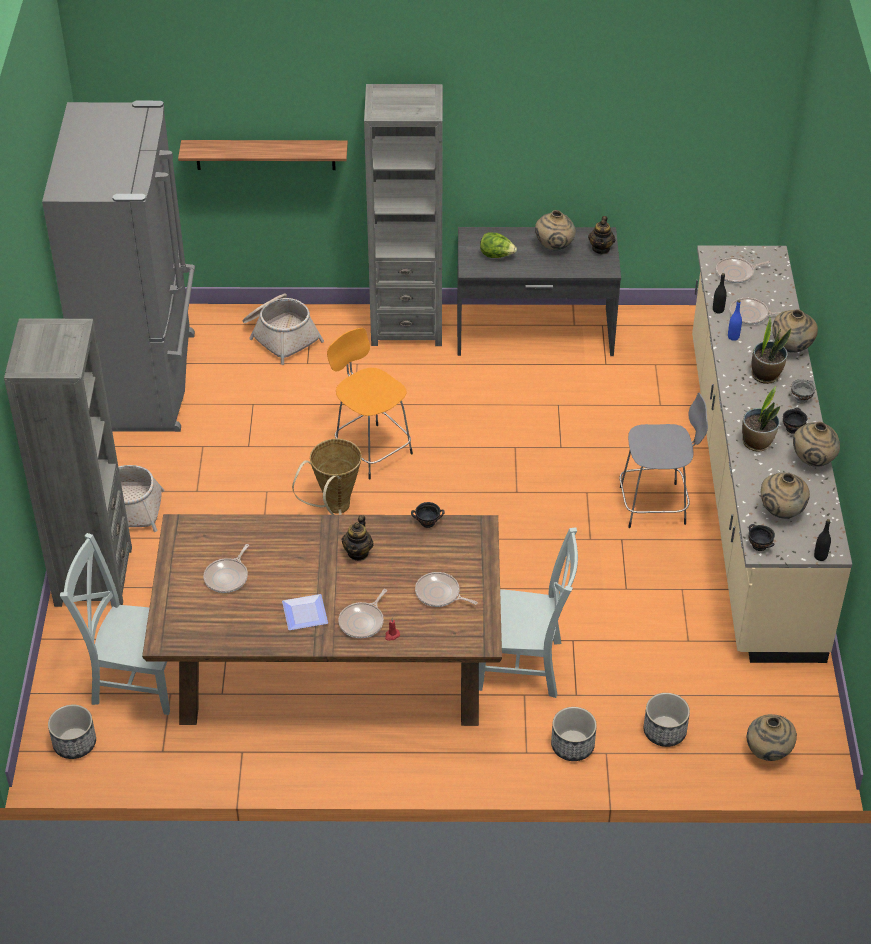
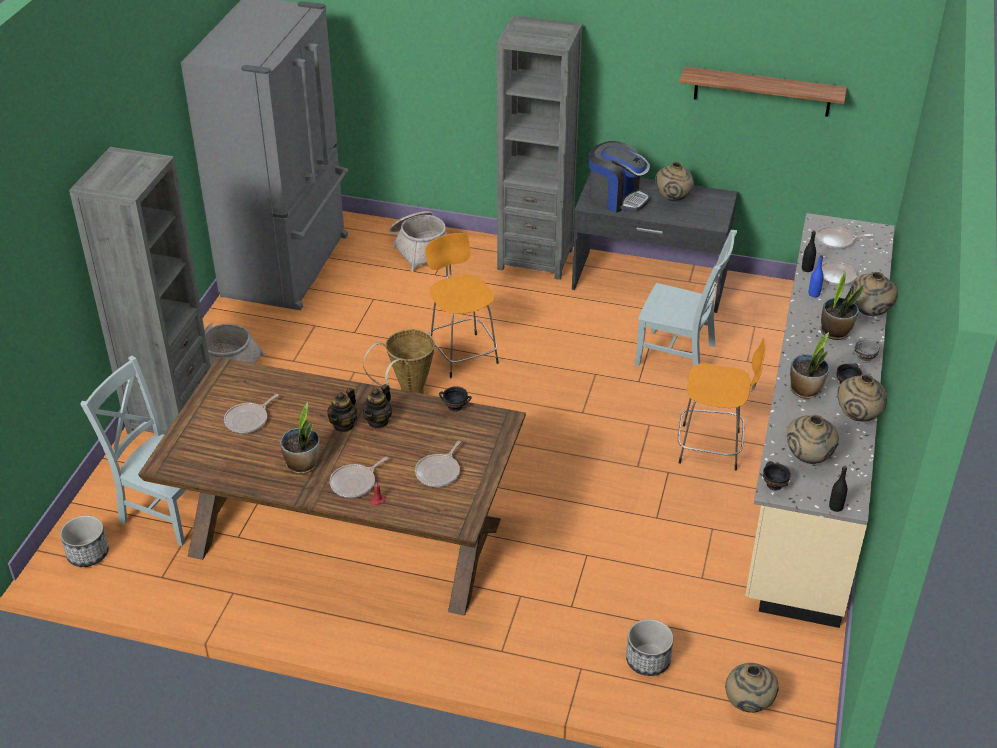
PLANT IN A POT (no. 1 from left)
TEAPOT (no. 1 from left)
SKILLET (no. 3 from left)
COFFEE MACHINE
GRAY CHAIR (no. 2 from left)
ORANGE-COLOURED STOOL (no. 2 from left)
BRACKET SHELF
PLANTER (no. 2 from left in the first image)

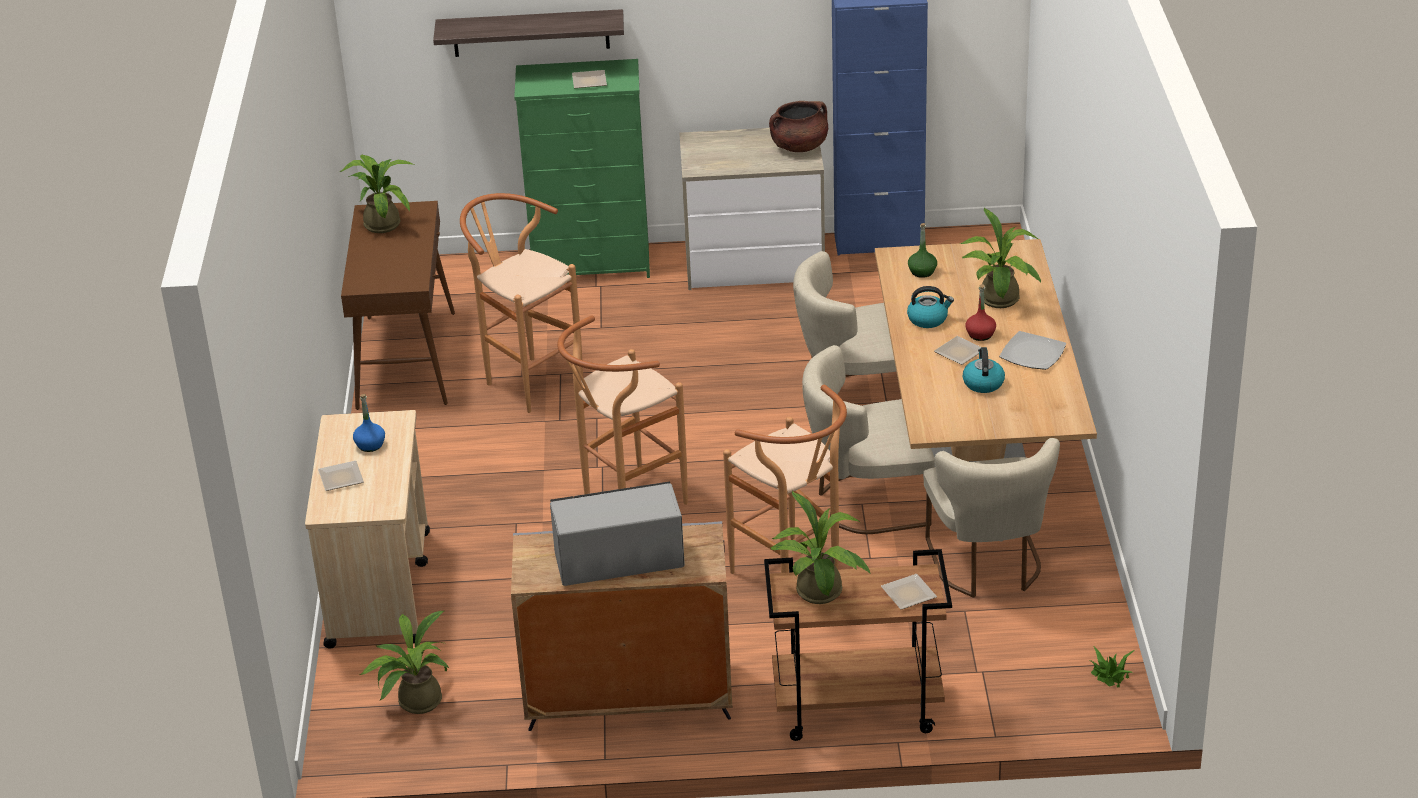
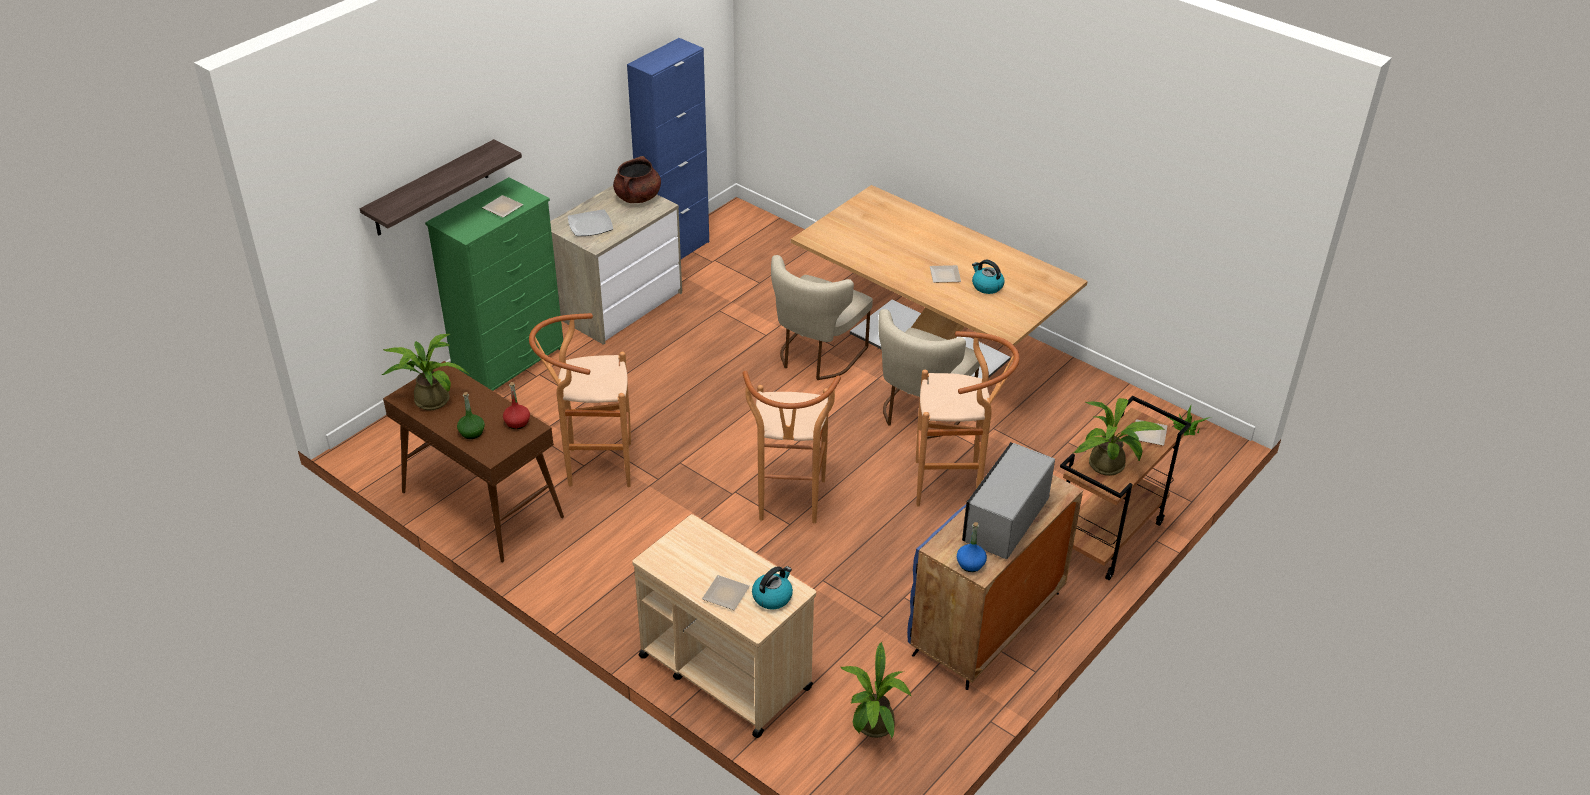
GREEN DRINK BOTTLE
RED-COLOURED DRINK BOTTLE
FLAT DISH (no. 2 from left)
TEA KETTLE (no. 1 from left)
BLUE-COLOURED STORAGE CABINET (no. 2 from left)
BLUE-COLOURED DRINK BOTTLE
BEIGE-COLOURED CHAIR (no. 3 from left in the first image)
PLANT IN A POT (no. 4 from left in the first image)

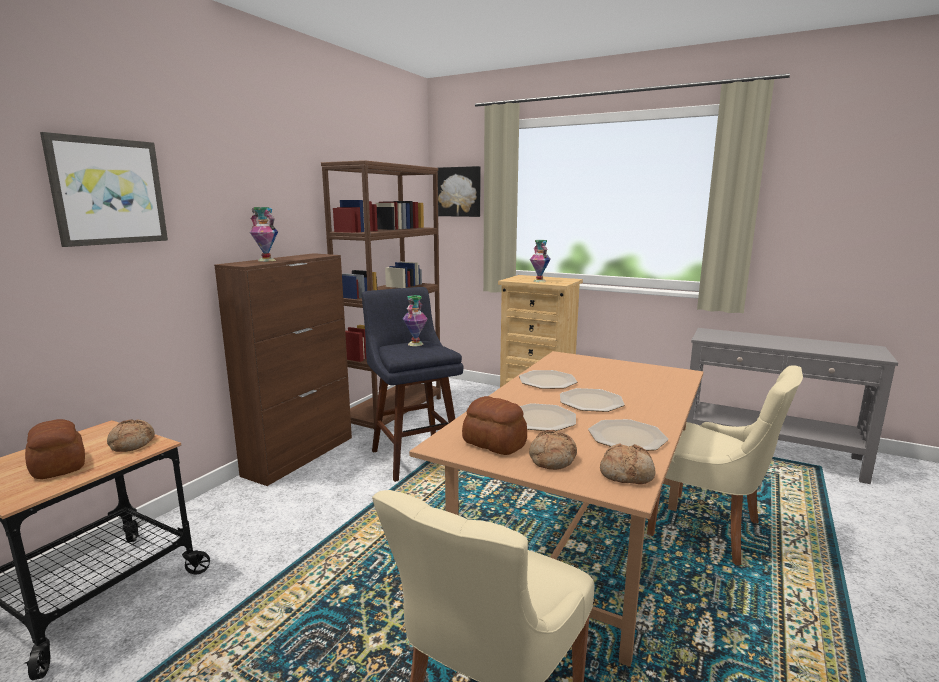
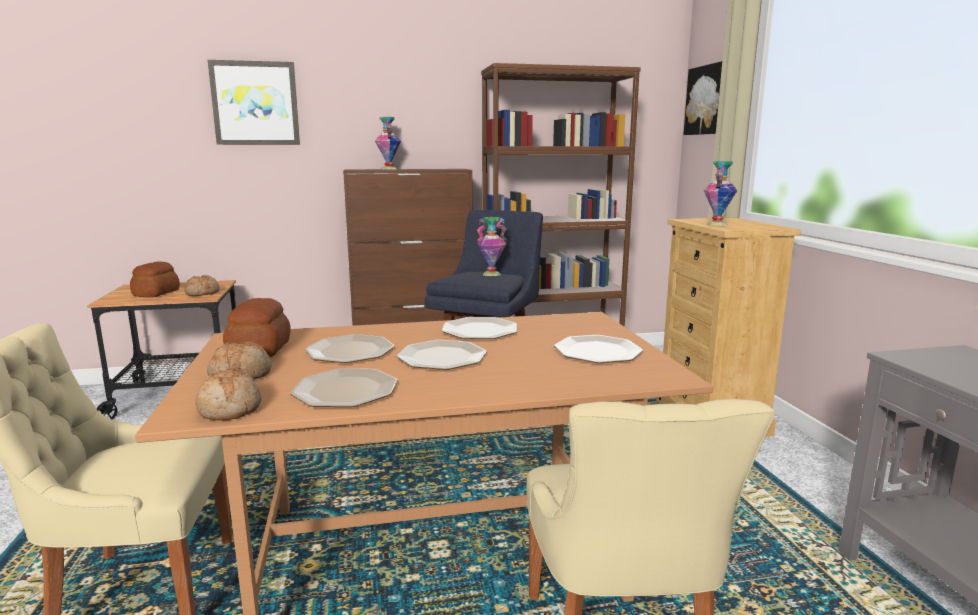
FLAT DISH (no. 5 from left)

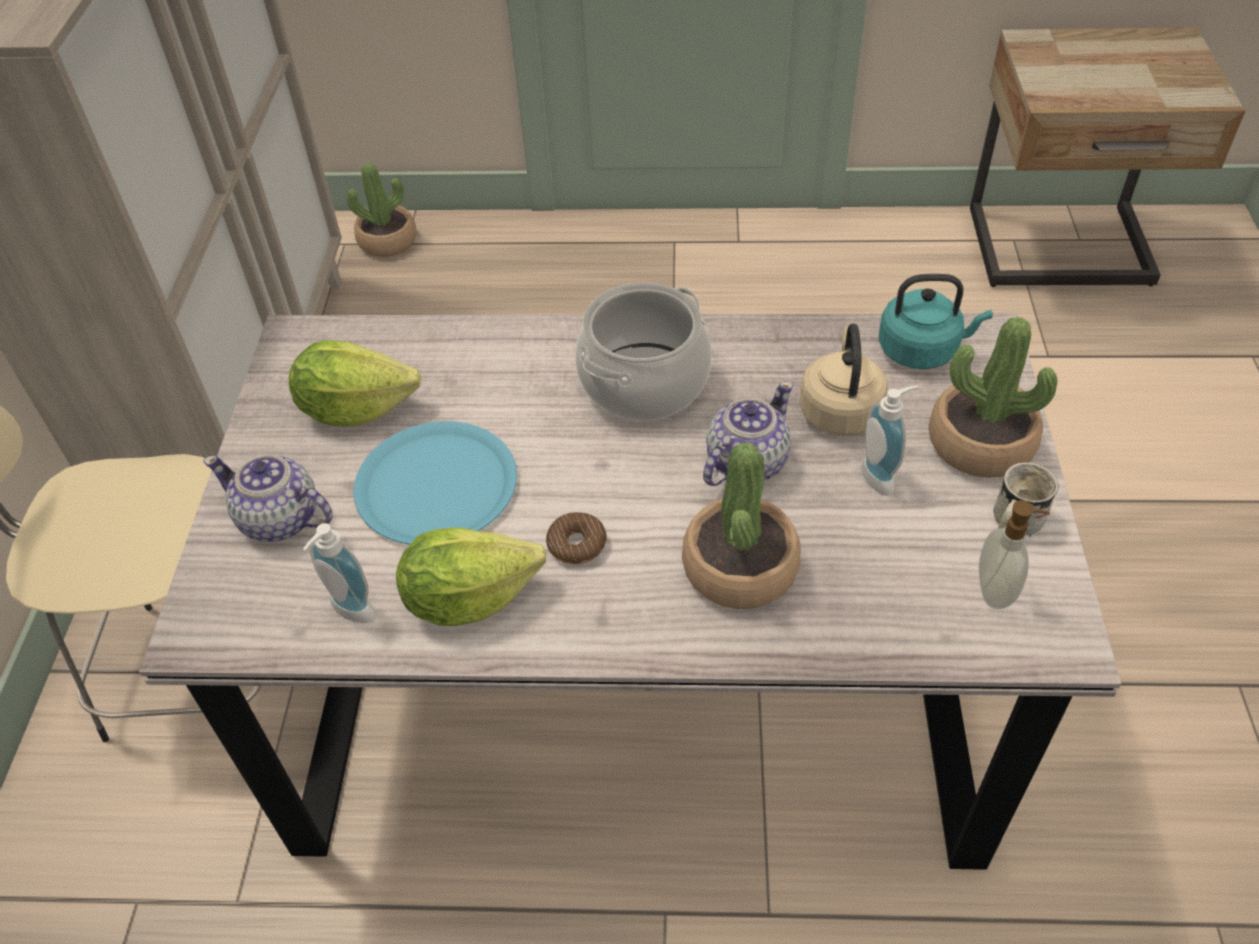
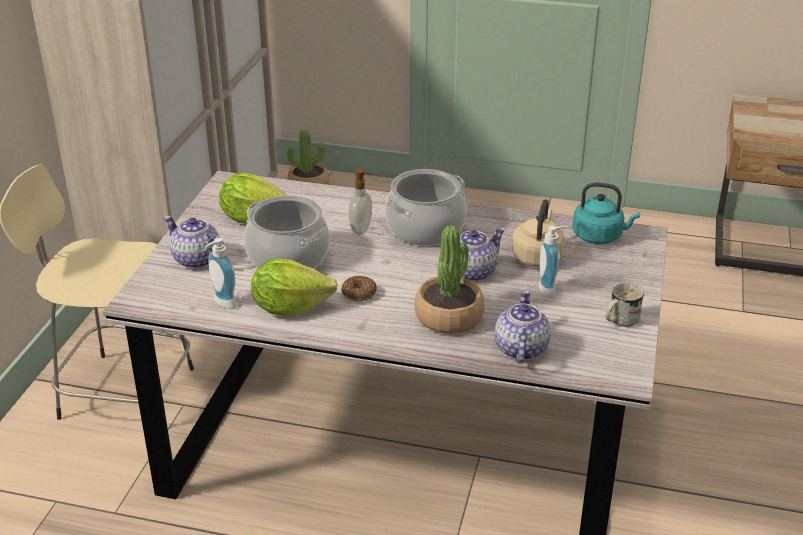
COOKING POT (no. 1 from left)
SOAP BOTTLE (no. 2 from left)
TEAPOT (no. 3 from left)
PLANT IN A POT (no. 3 from left in the first image)

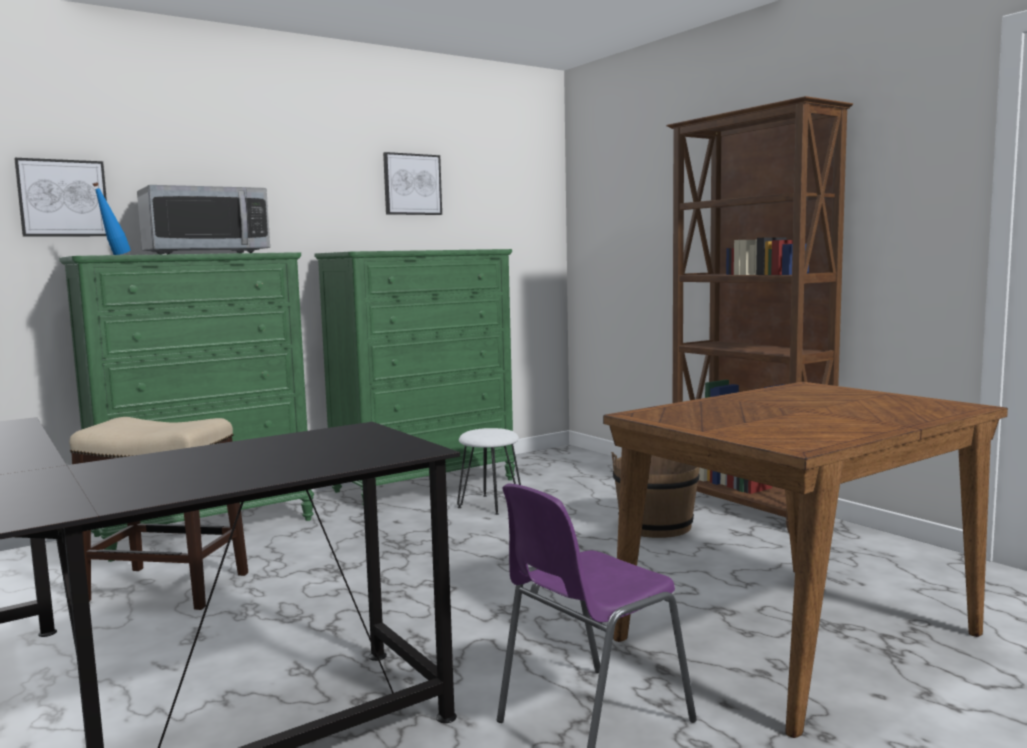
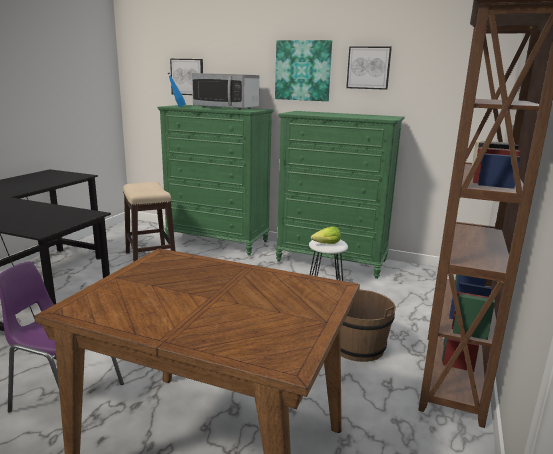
PICTURE (no. 2 from left)
LETTUCE

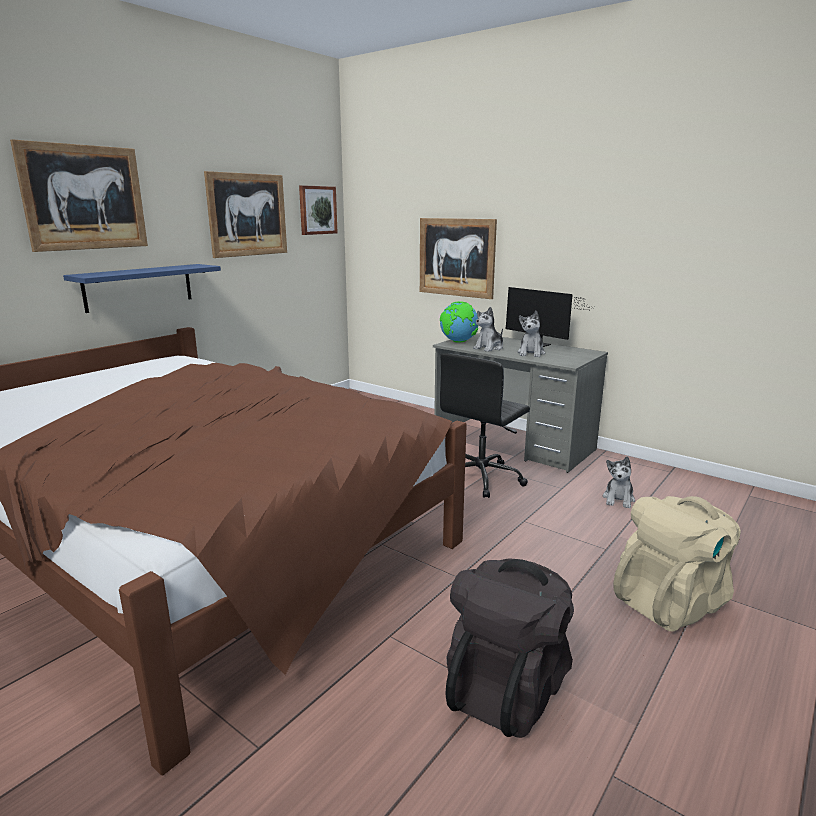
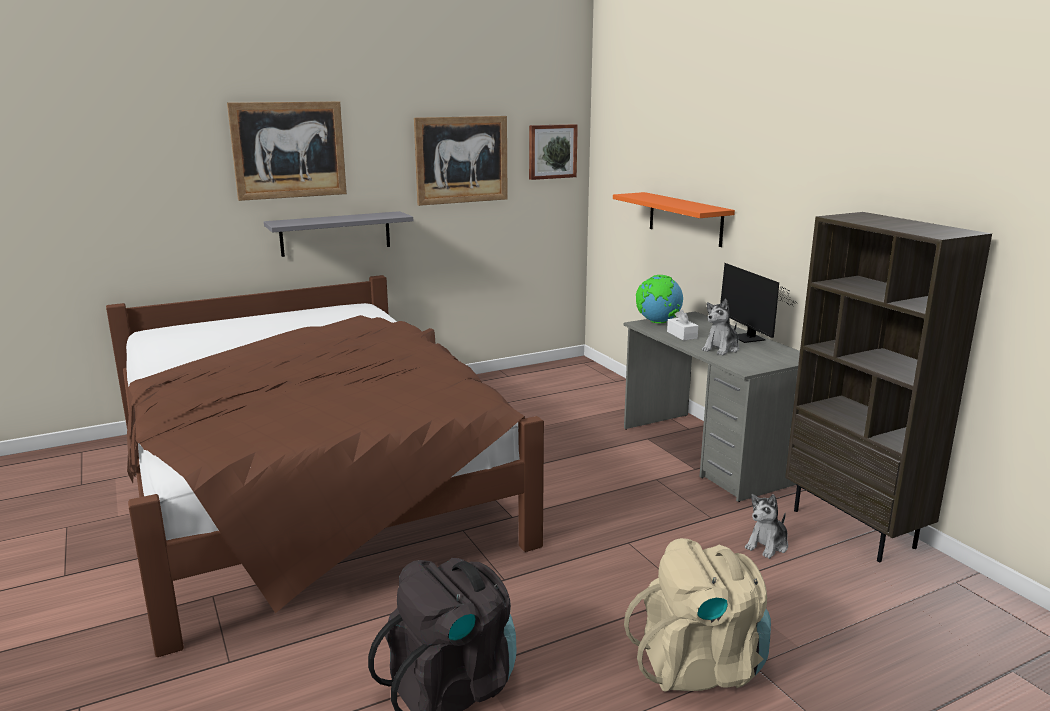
GRAY BRACKET SHELF
ORANGE-COLOURED BRACKET SHELF
WHITE-COLOURED TISSUE HOLDER
BROWN BOOKCASE
BLACK COMPUTER CHAIR

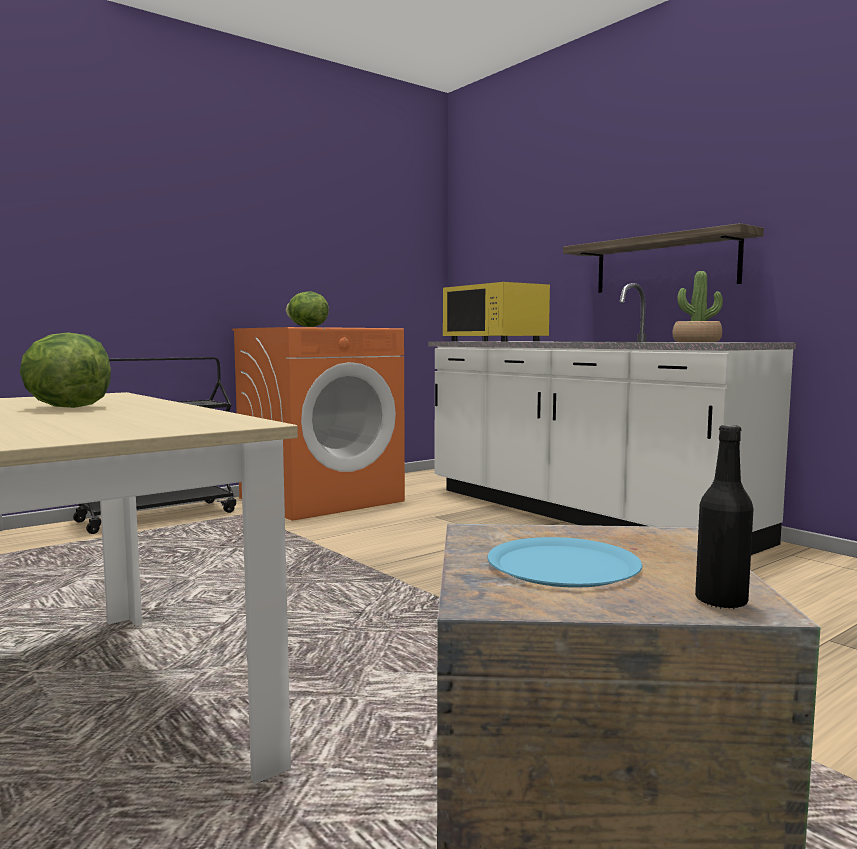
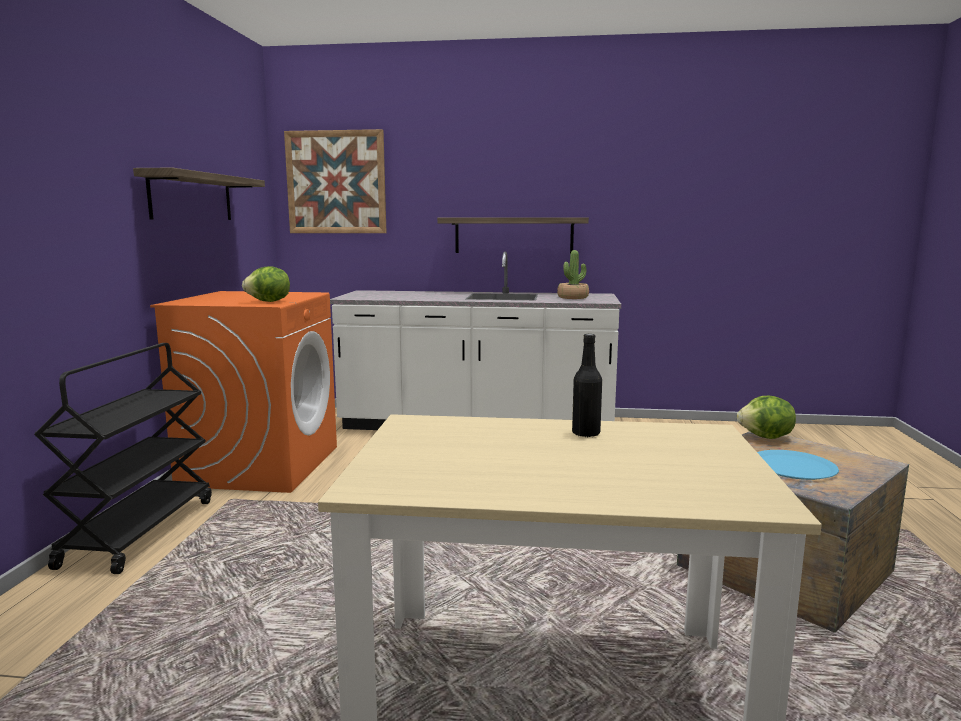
BRACKET SHELF (no. 1 from left)
PICTURE
BLACK DRINK BOTTLE
LETTUCE (no. 2 from left)
YELLOWISH MICROWAVE OVEN

